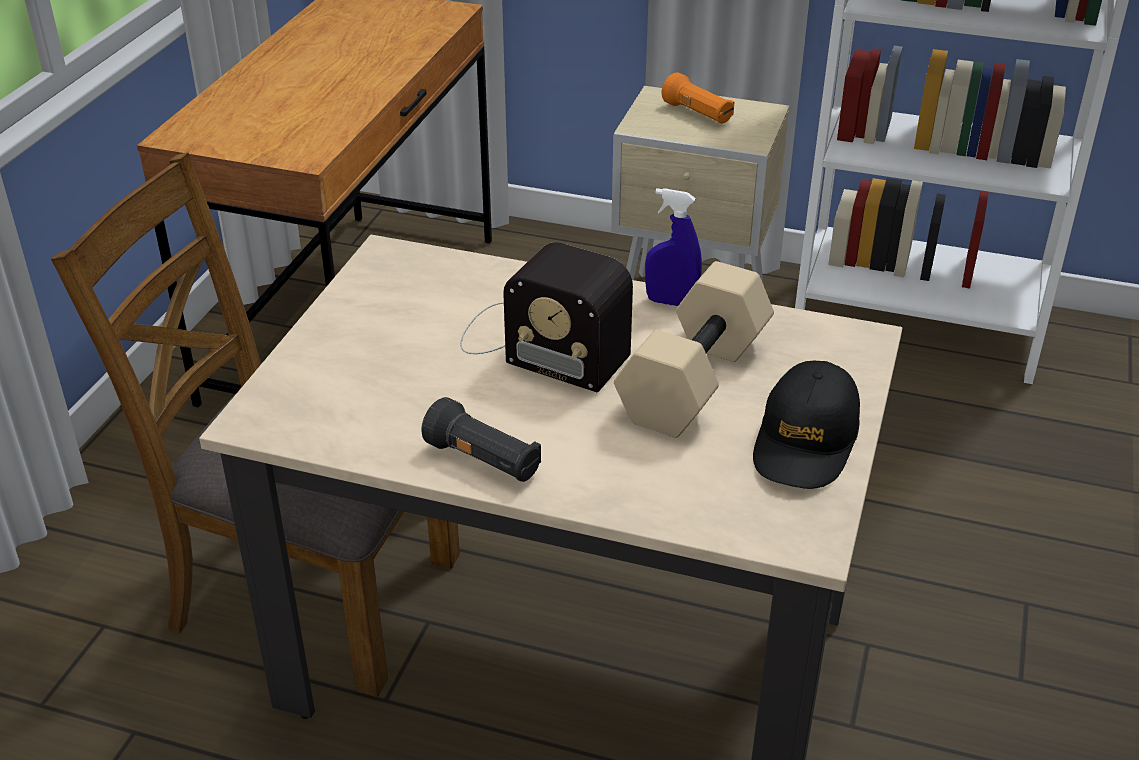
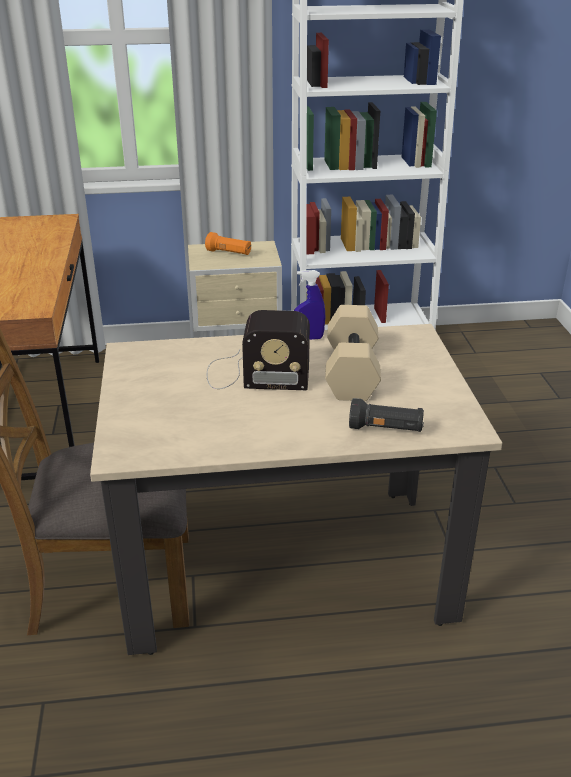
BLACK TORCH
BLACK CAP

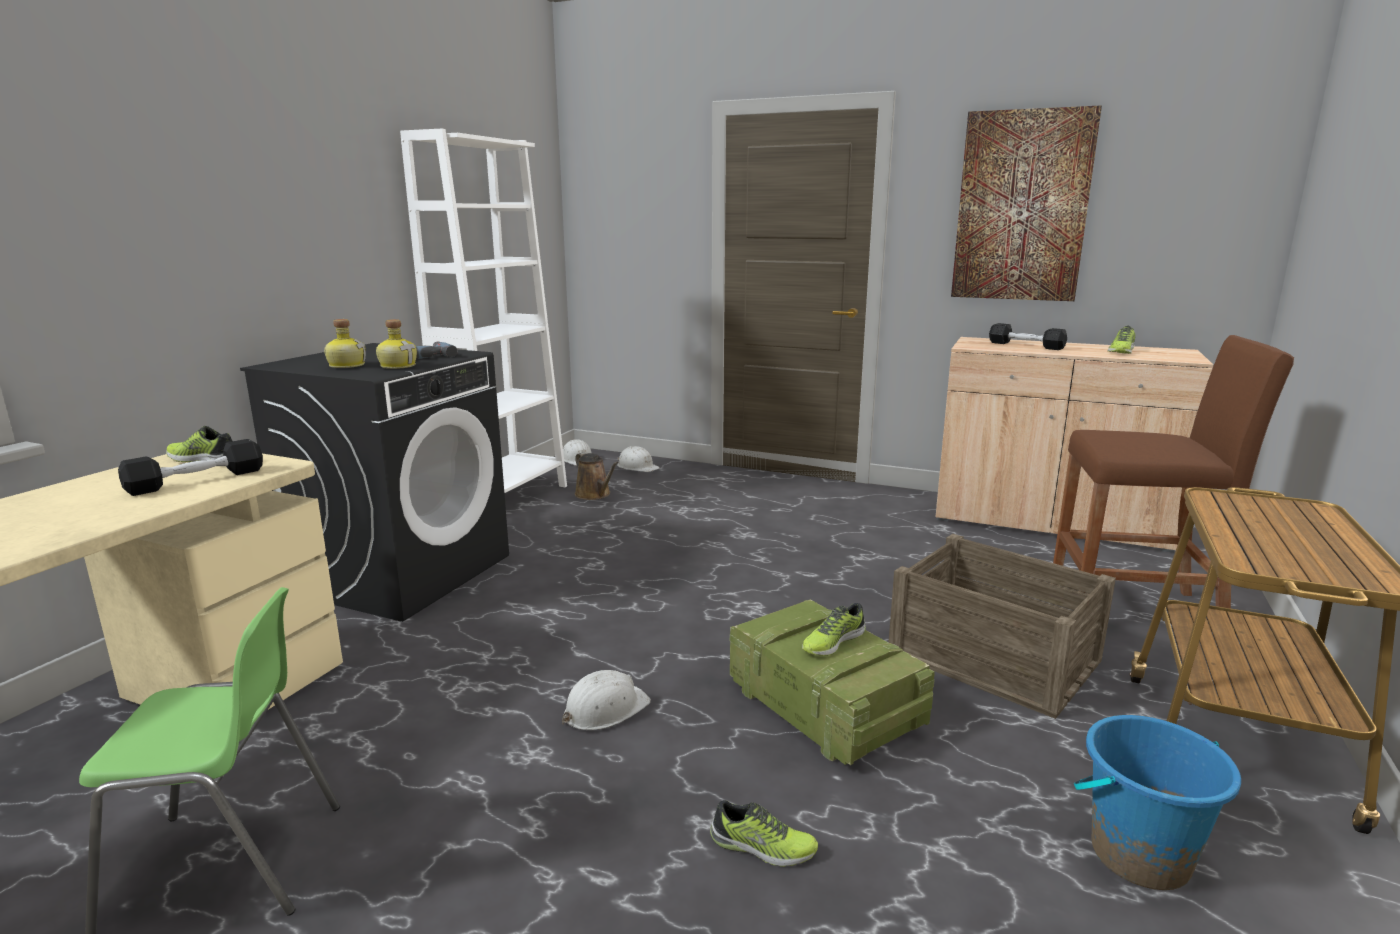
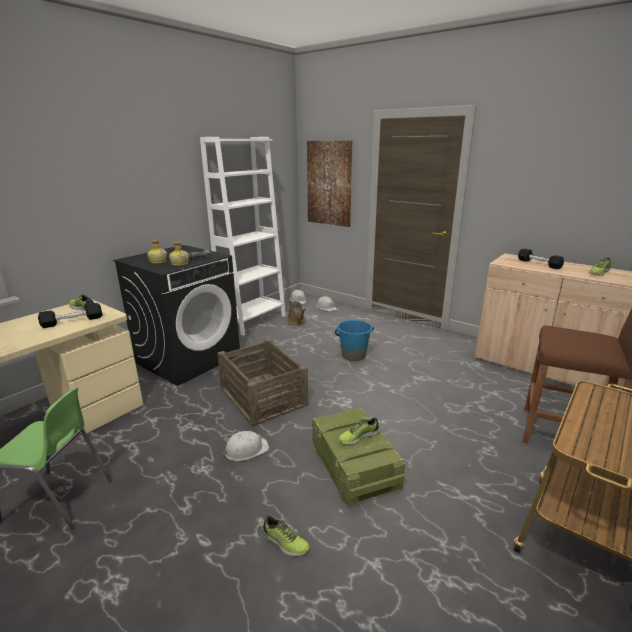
CRATE (no. 1 from left)
PICTURE
BLUE-COLOURED BUCKET

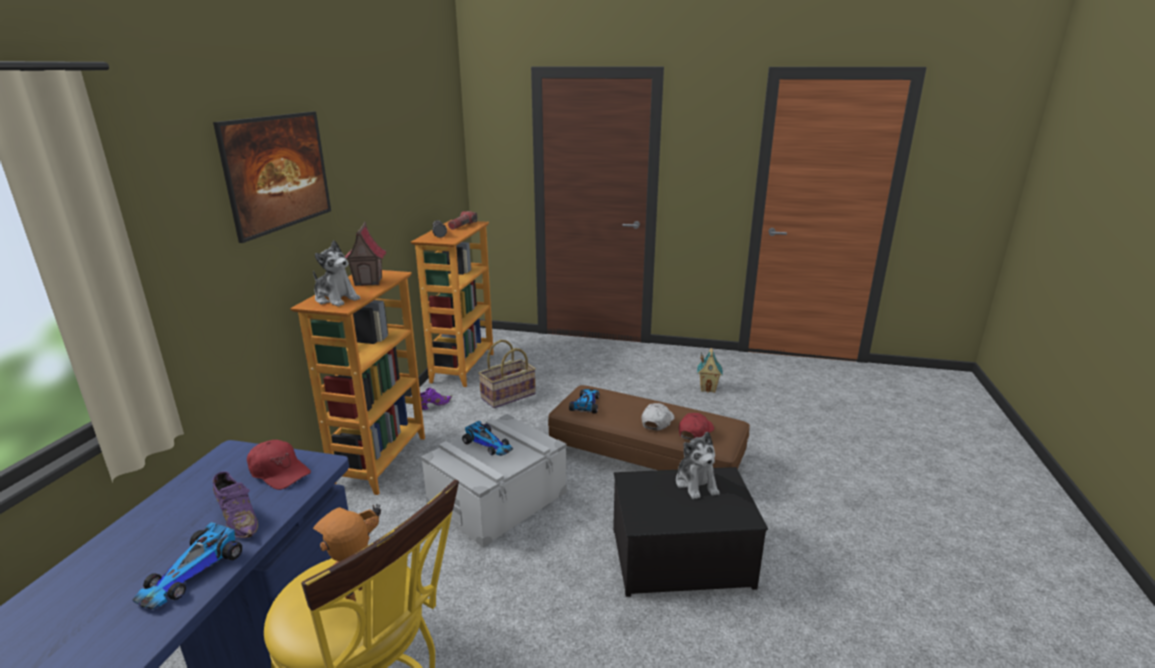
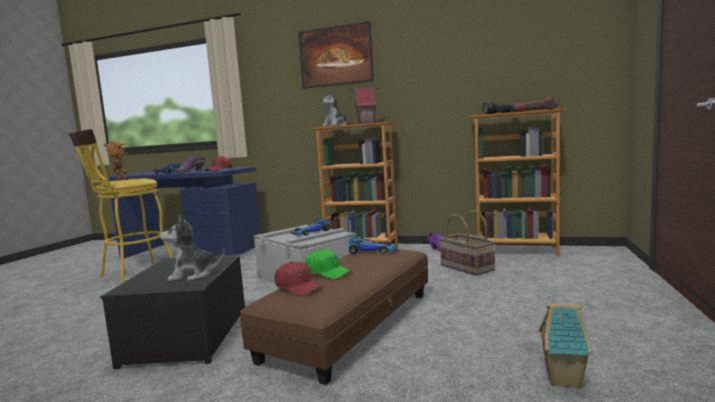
GREEN CAP

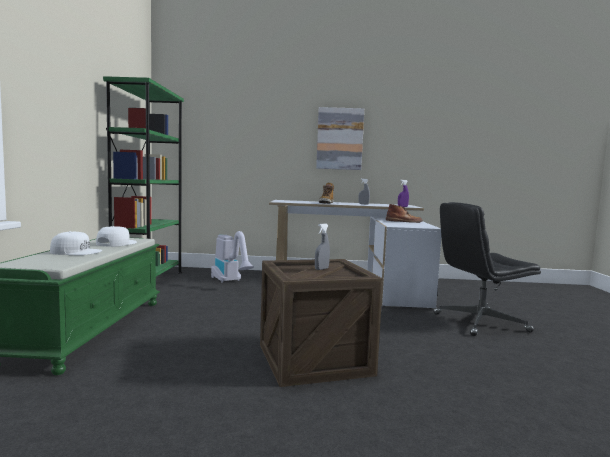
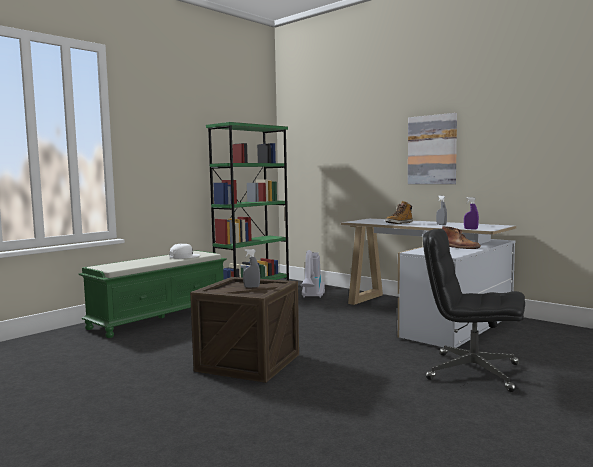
WHITE-COLOURED CAP (no. 1 from left in the first image)

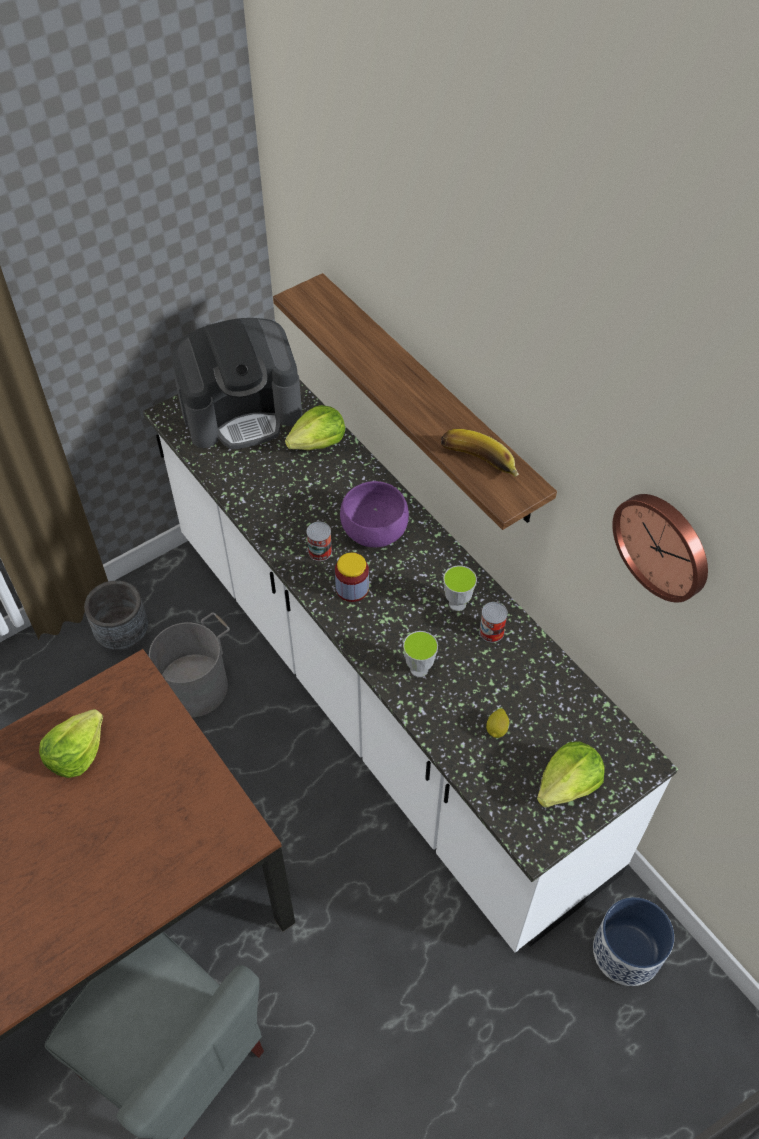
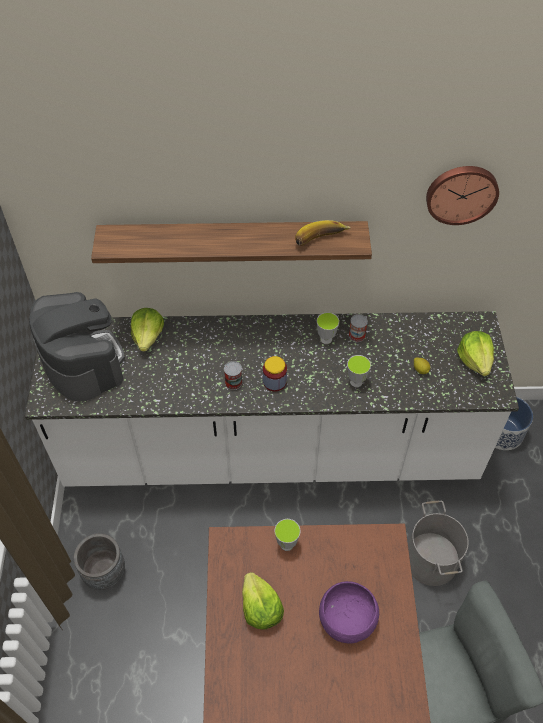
COFFEE MACHINE
SMALL CUP (no. 1 from left)
PURPLE-COLOURED DEEP DISH
GRAY BUCKET

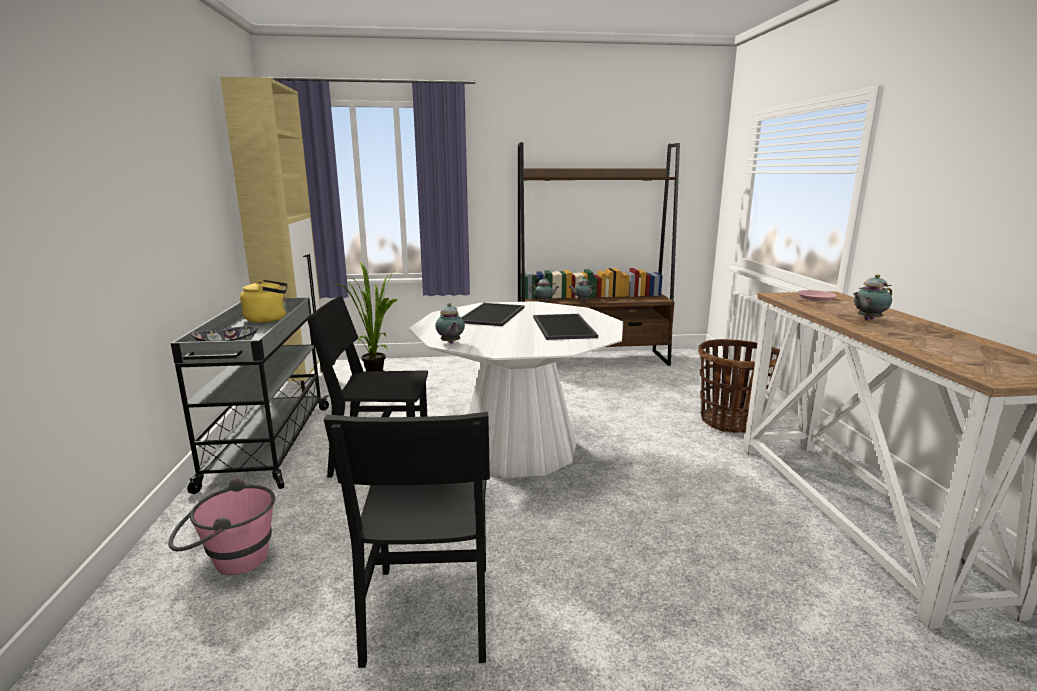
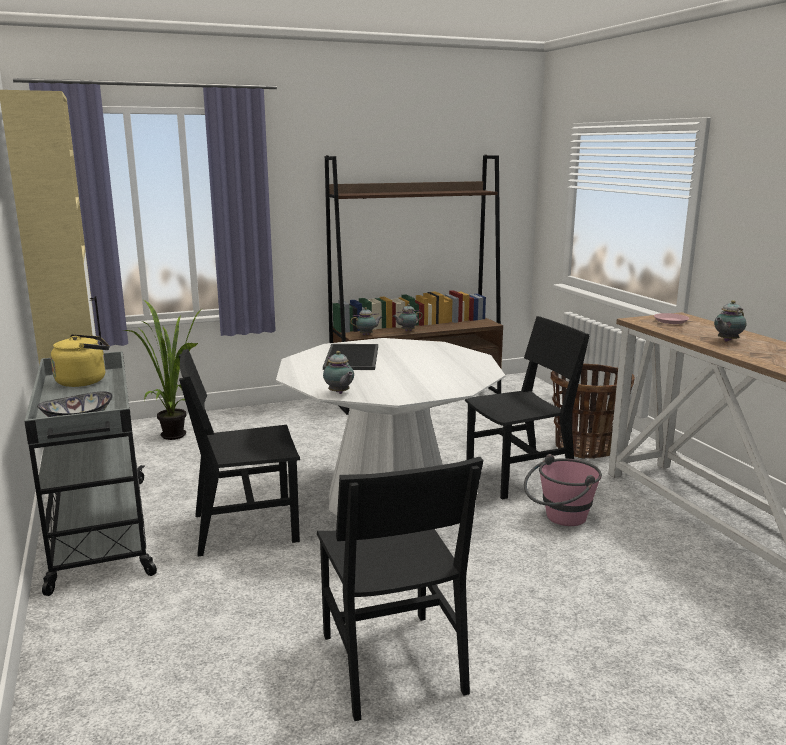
BLACK CHAIR (no. 3 from left)
PINKISH BUCKET
CARRYING TRAY (no. 2 from left in the first image)

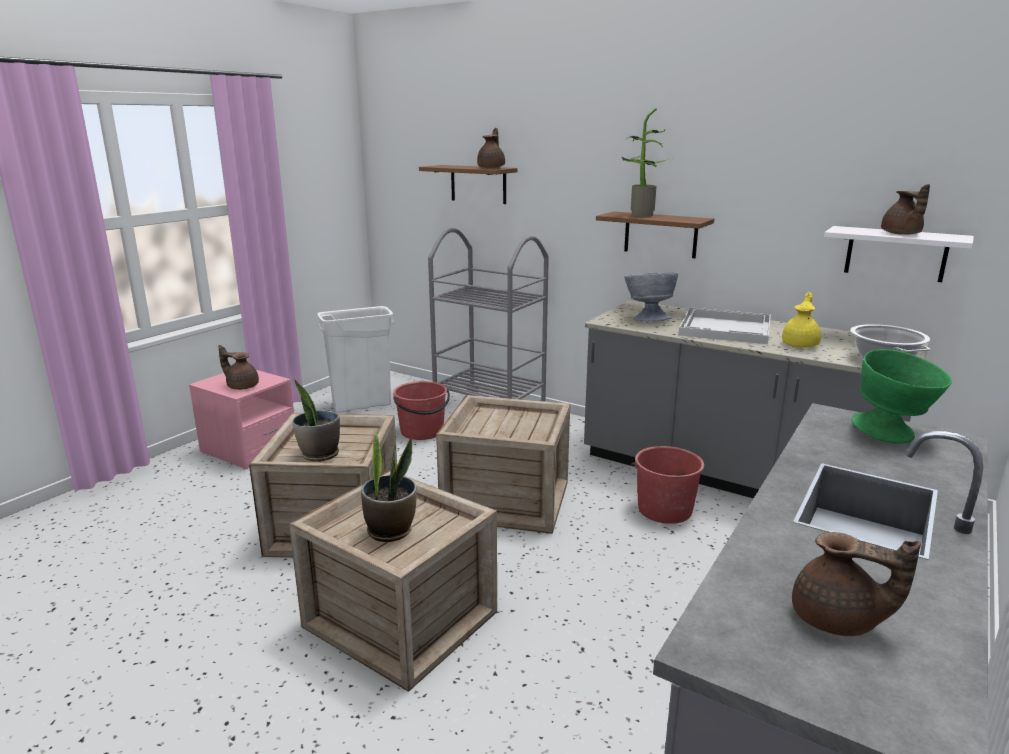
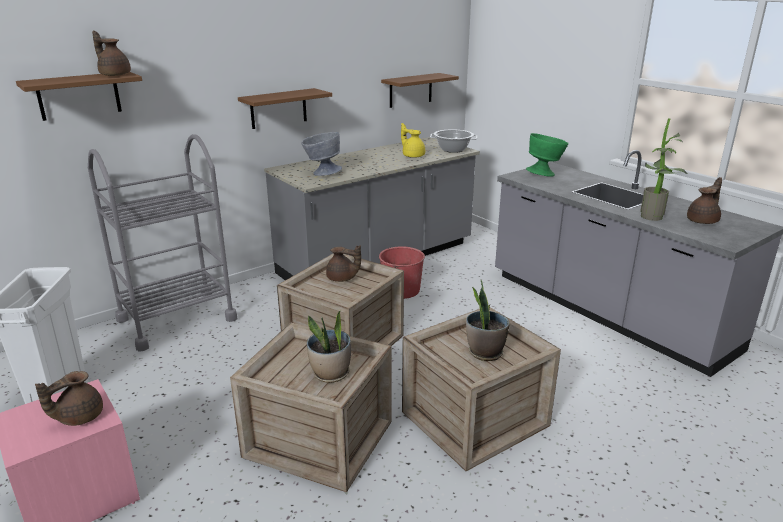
BROWN TEAPOT (no. 3 from left)
BROWN BRACKET SHELF (no. 3 from left)
PLANT IN A POT (no. 3 from left)
RED-COLOURED BUCKET (no. 1 from left in the first image)
WHITE-COLOURED CARRYING TRAY

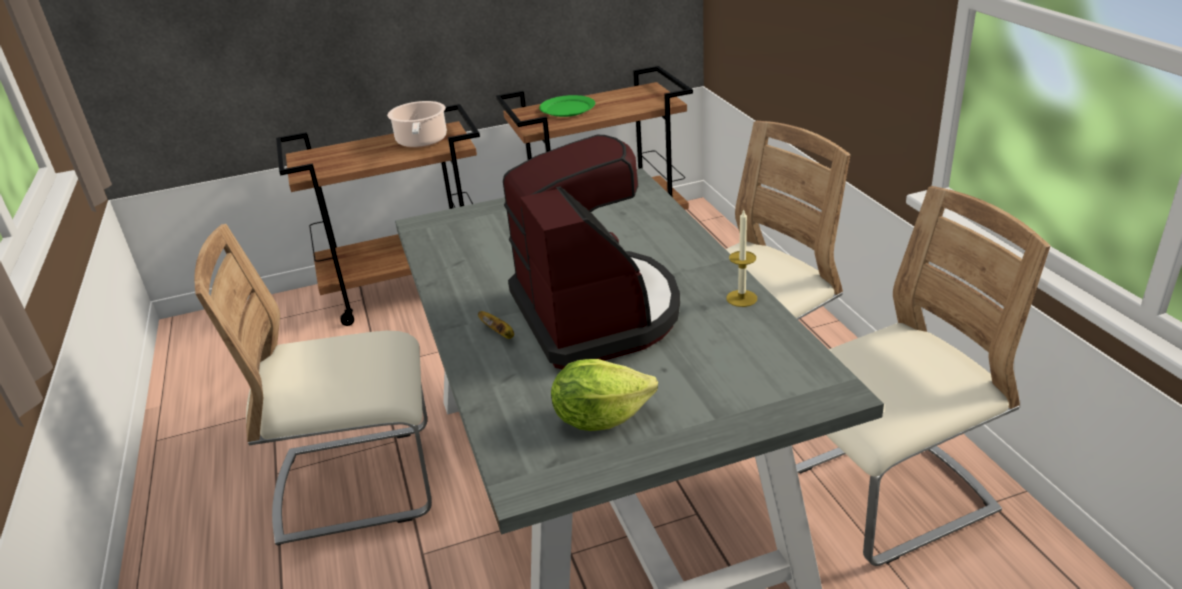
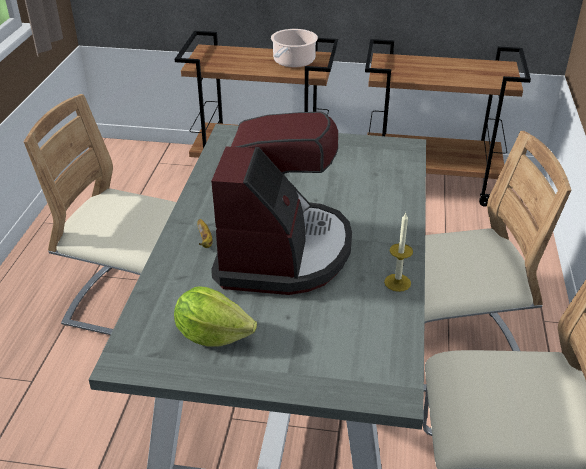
GREEN FLAT DISH

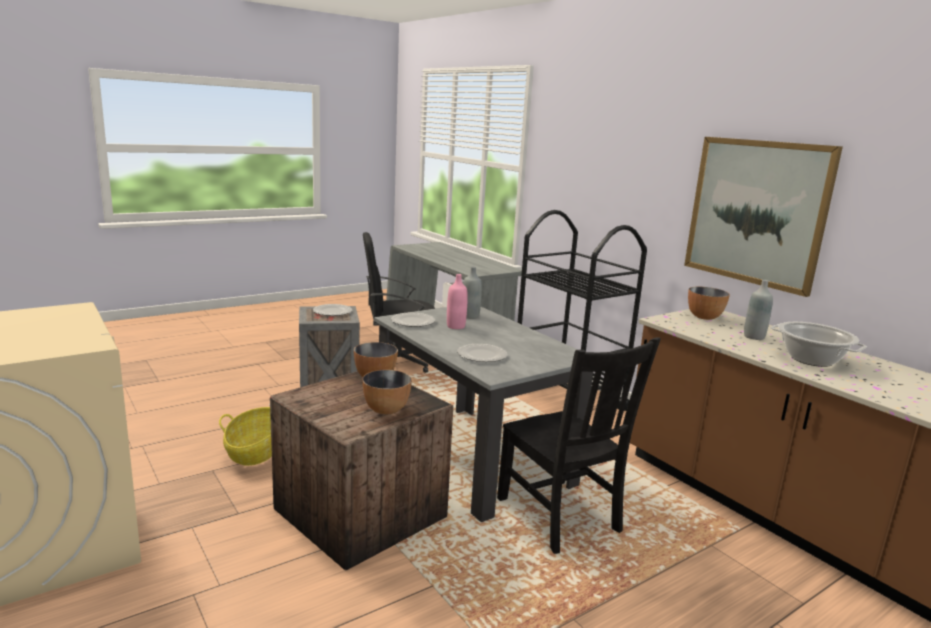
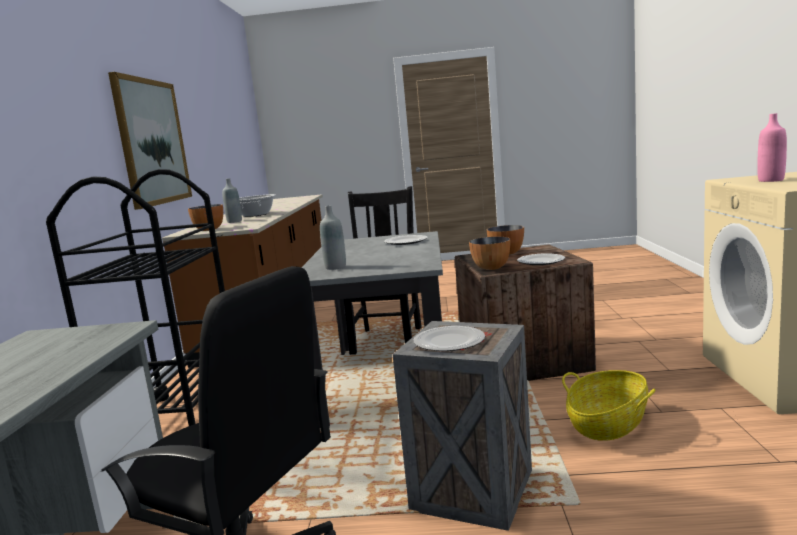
FLAT DISH (no. 3 from left)
PINKISH DRINK BOTTLE

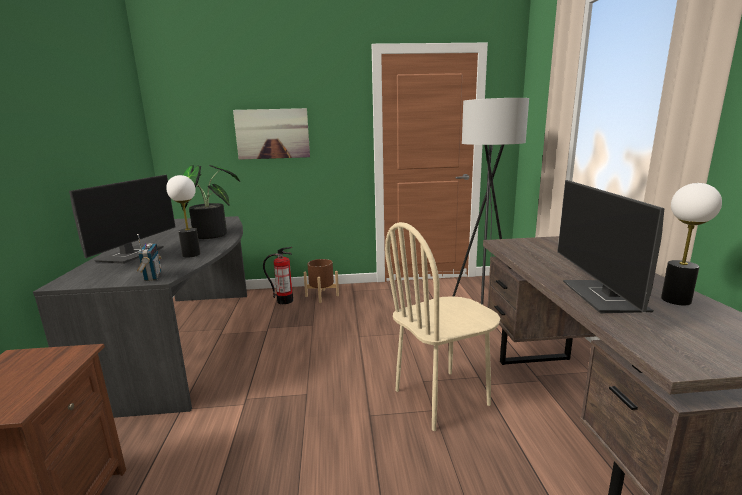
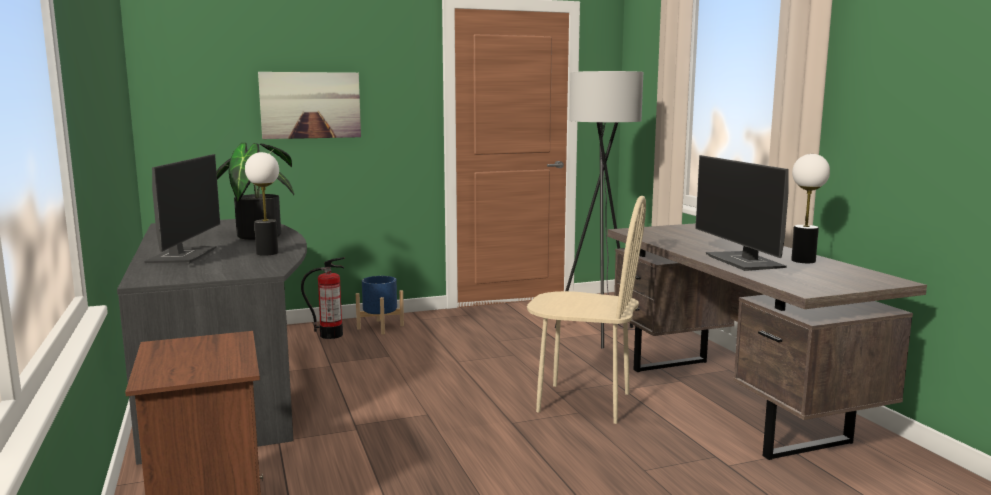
BLUE-COLOURED PLANTER
BEIGE-COLOURED CHAIR
RADIO

